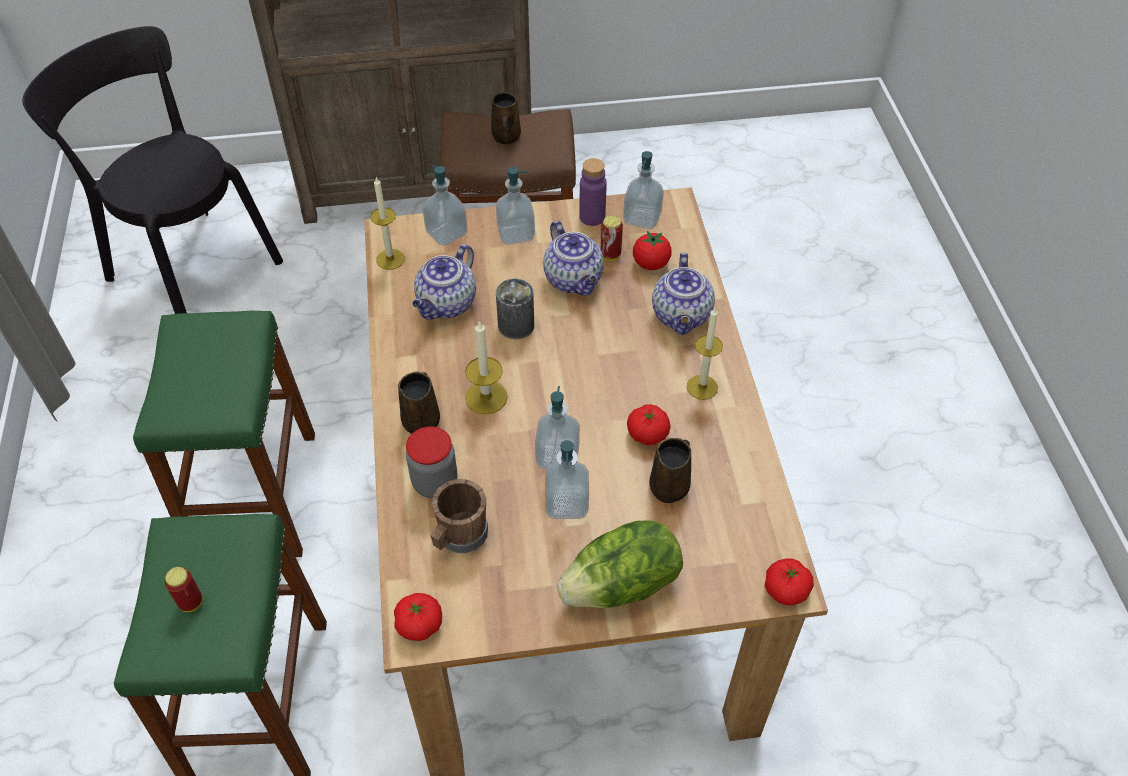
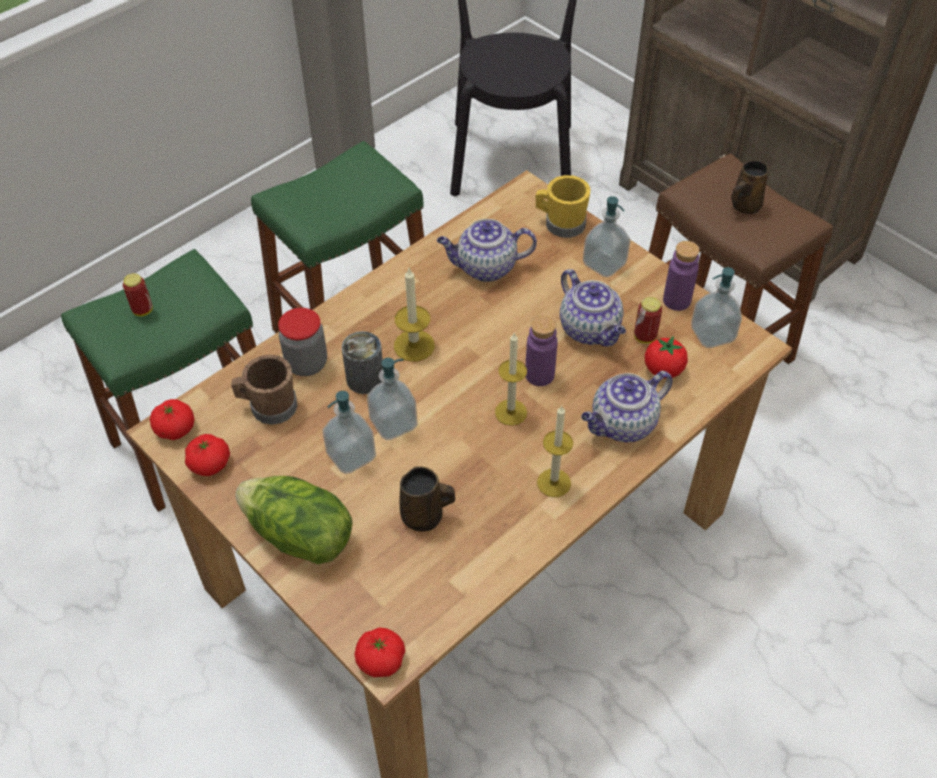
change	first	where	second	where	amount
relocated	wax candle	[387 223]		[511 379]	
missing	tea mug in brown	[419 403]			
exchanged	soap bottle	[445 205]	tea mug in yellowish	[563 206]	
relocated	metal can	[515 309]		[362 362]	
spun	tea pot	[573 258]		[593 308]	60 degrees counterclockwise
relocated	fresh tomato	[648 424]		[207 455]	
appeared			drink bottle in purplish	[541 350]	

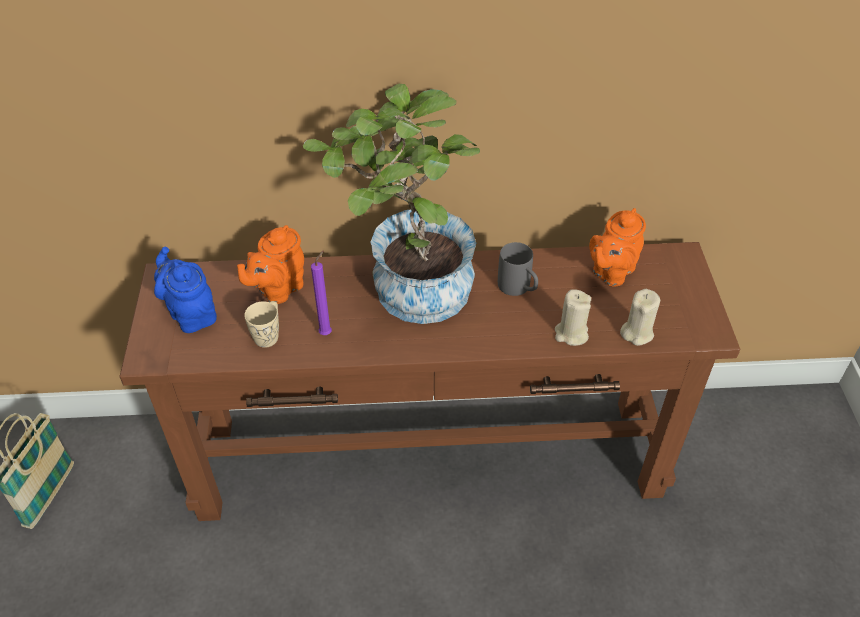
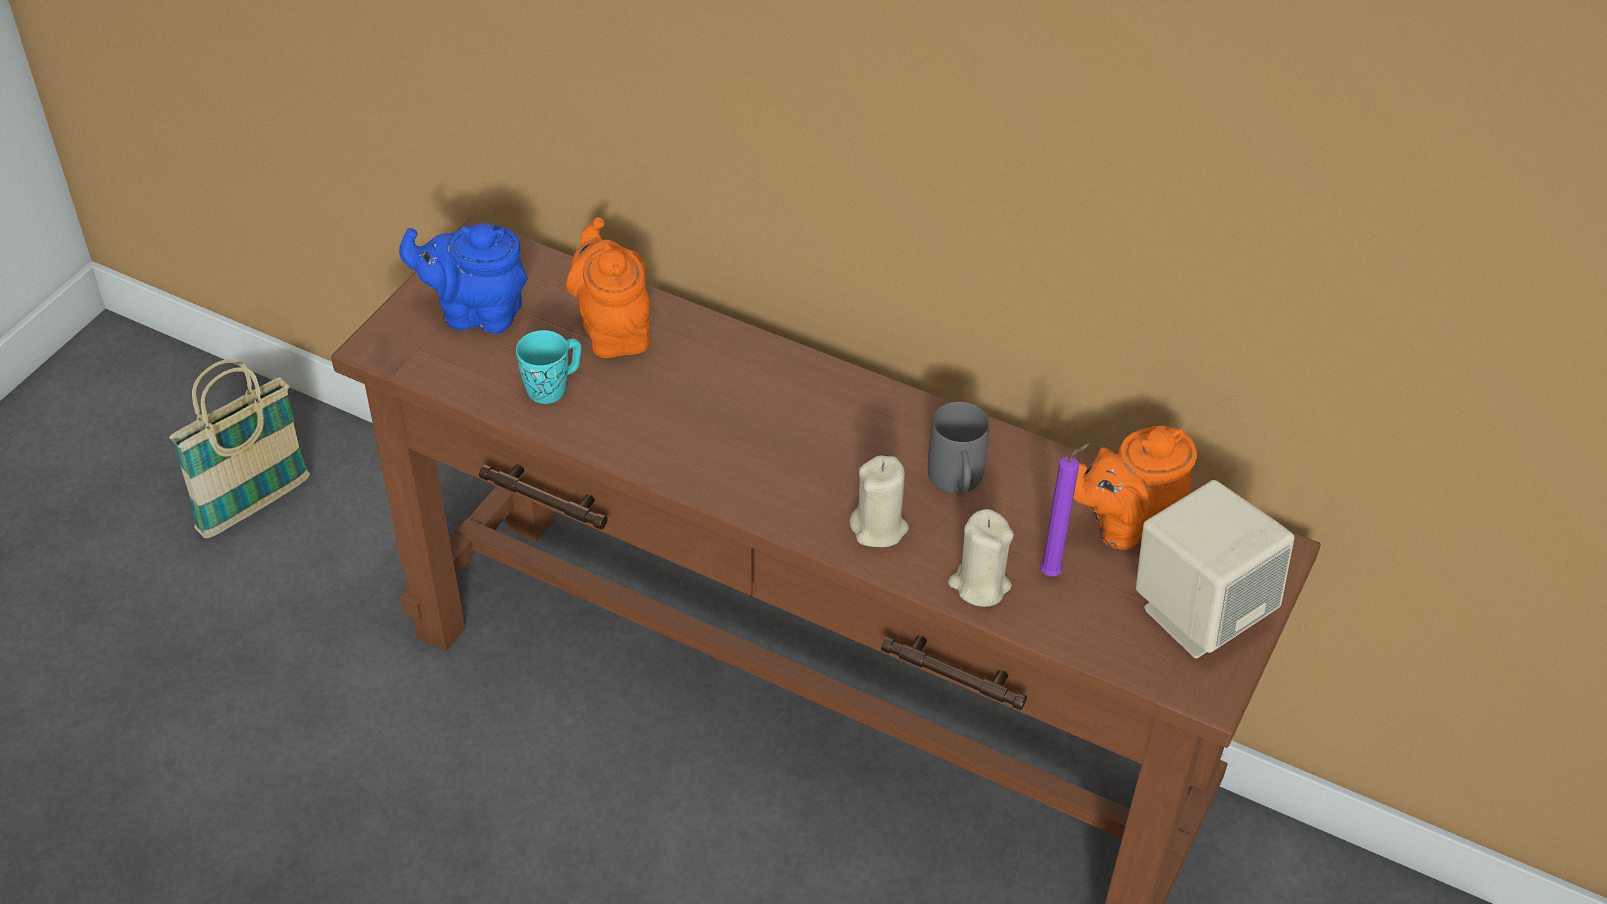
change	first	where	second	where	amount
spun	tea pot in blue-coloured	[185 290]		[463 278]	75 degrees counterclockwise
spun	tea pot in orangey	[270 264]		[608 287]	90 degrees clockwise
colour	tea mug in sand-coloured	[261 324]	tea mug in turquoise-coloured	[549 367]	
missing	plant in a pot	[391 204]			
relocated	wax candle in purplish	[321 293]		[1065 509]	
relocated	wax candle in sand-coloured	[640 317]		[879 501]	
appeared			loudspeaker in sand-coloured	[1215 569]	

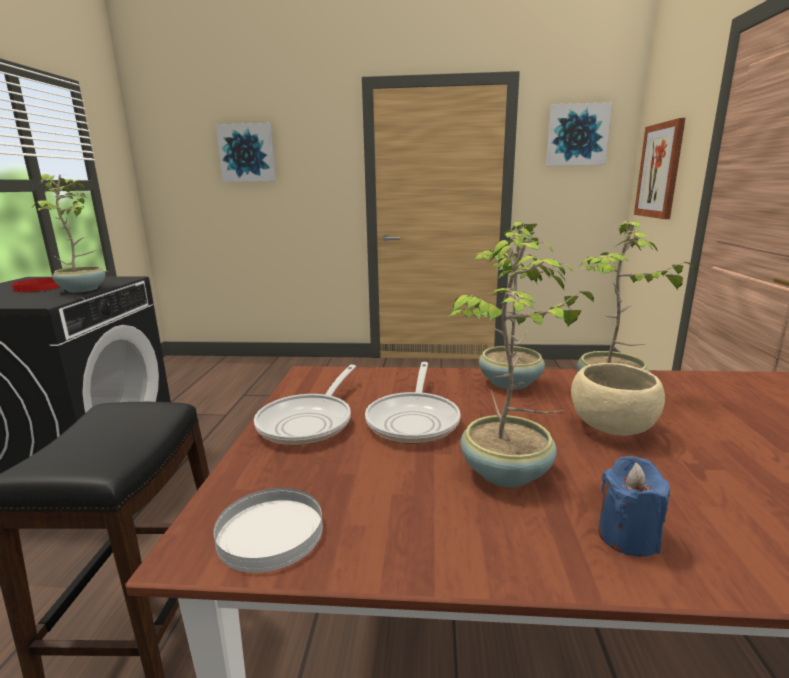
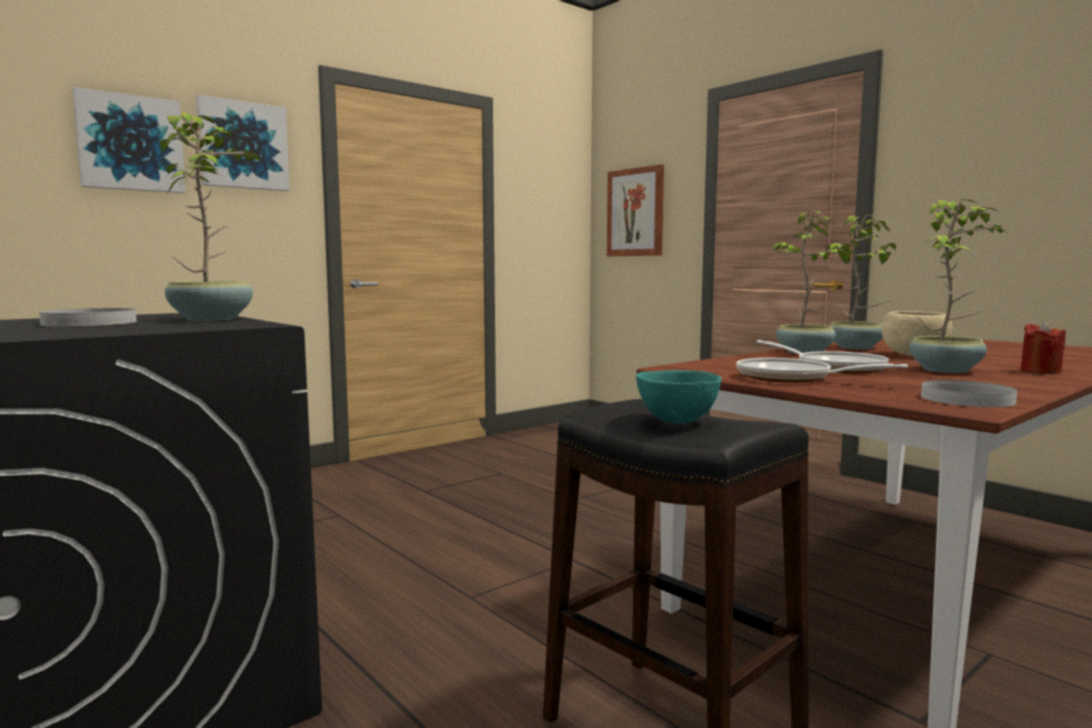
change	first	where	second	where	amount
colour	dinner plate in red	[35 285]	dinner plate in white	[87 317]	
spun	pan	[305 405]		[822 370]	150 degrees clockwise
relocated	wall art	[579 134]		[243 143]	
colour	wax candle in blue-coloured	[634 506]	wax candle in red	[1043 347]	
appeared			bowl in turquoise-coloured	[678 396]	

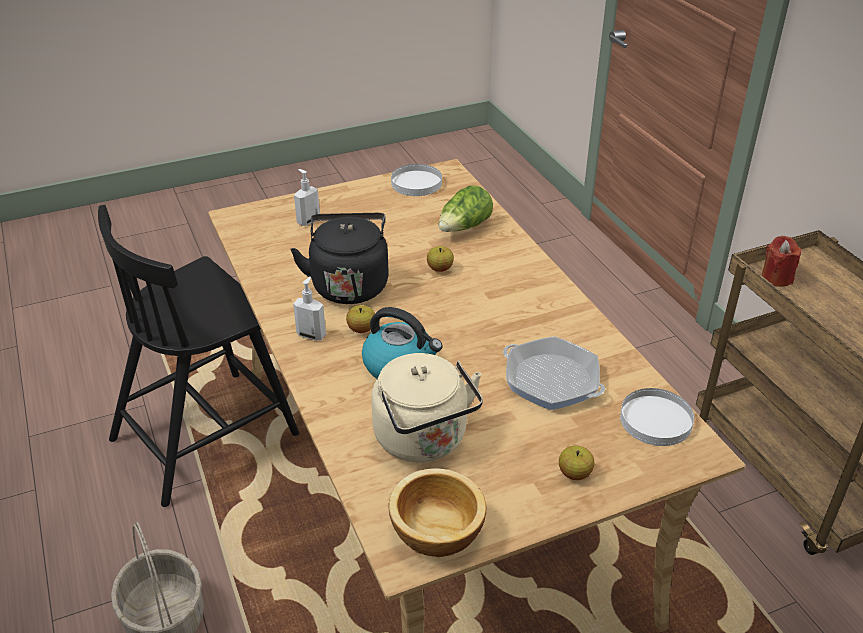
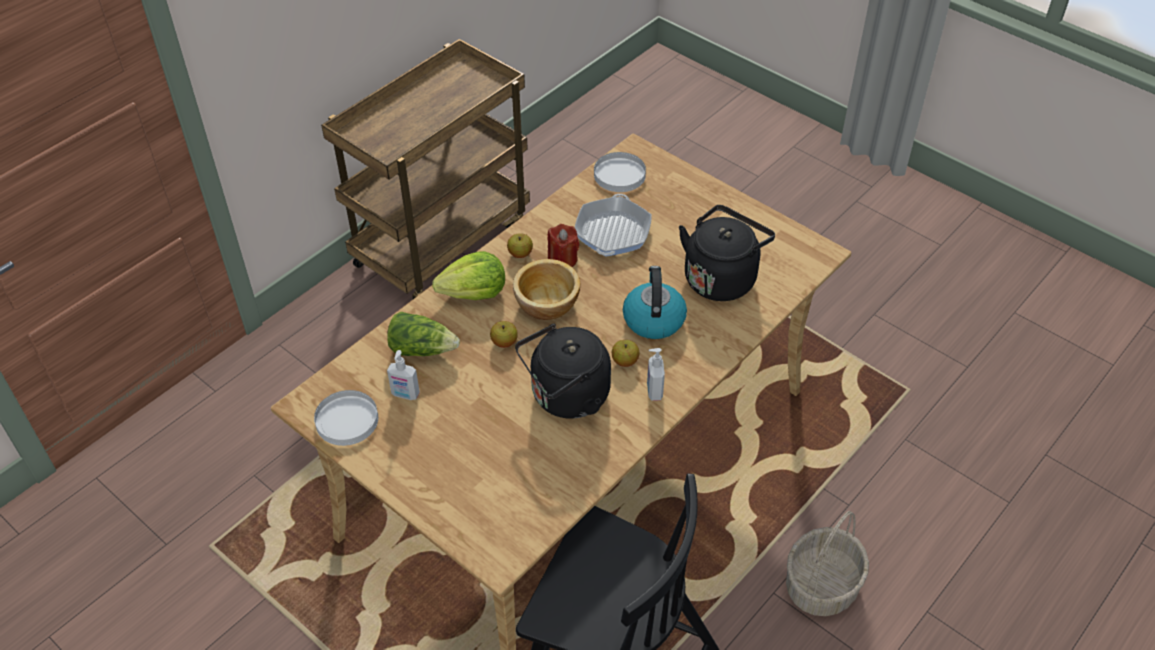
change	first	where	second	where	amount
relocated	soap bottle	[307 197]		[403 375]	
colour	tea kettle in sand-coloured	[427 408]	tea kettle in blackish	[727 253]	
relocated	bowl	[437 512]		[546 289]	
relocated	whole apple	[577 463]		[520 245]	
relocated	wax candle in red	[781 261]		[563 245]	
appeared			head of lettuce	[468 275]	

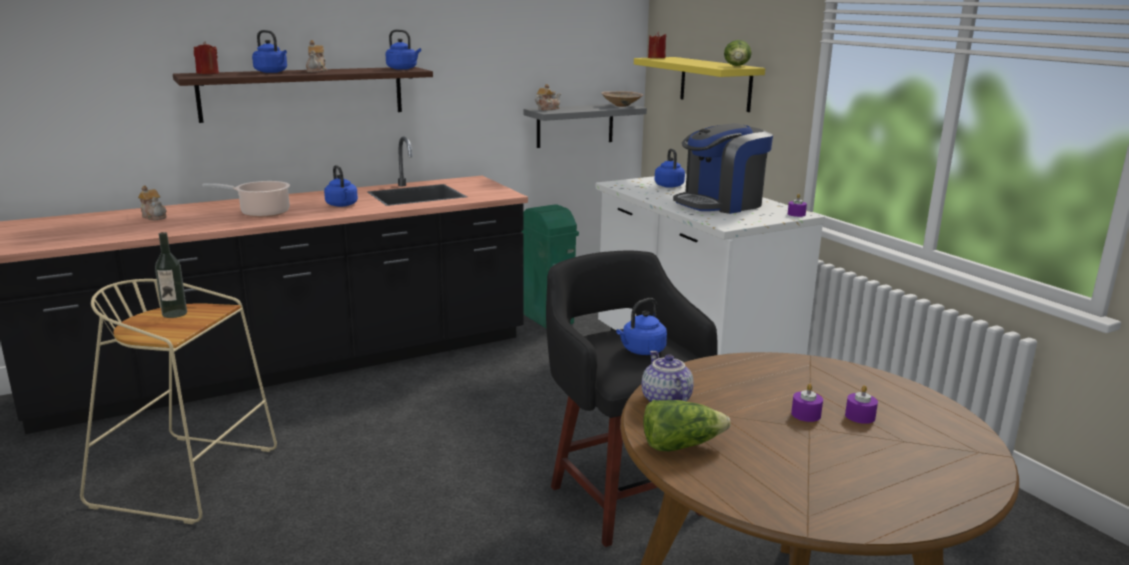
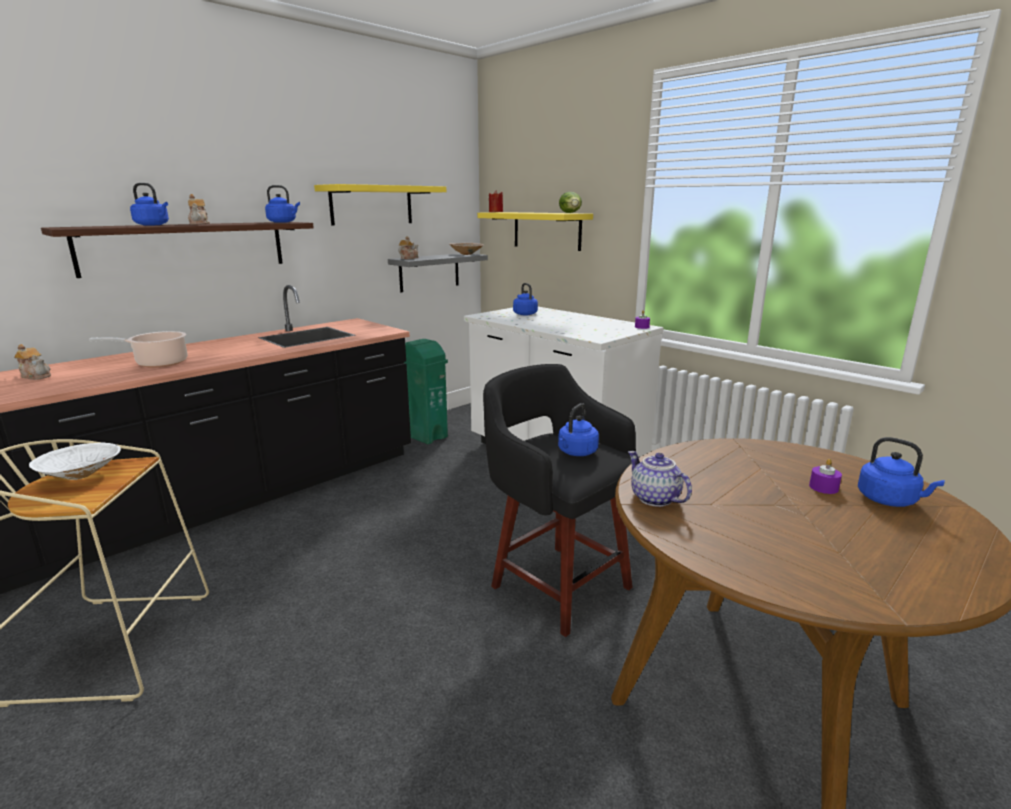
change	first	where	second	where	amount
exchanged	drink bottle	[171 275]	bowl in white	[75 461]	
missing	wax candle in red	[206 57]			
relocated	tea kettle in blue-coloured	[341 186]		[901 472]	
missing	head of lettuce	[687 425]			
missing	coffee maker	[723 168]			
missing	wax candle in purplish	[807 402]			
appeared			bracket shelf in yellowish	[380 205]	

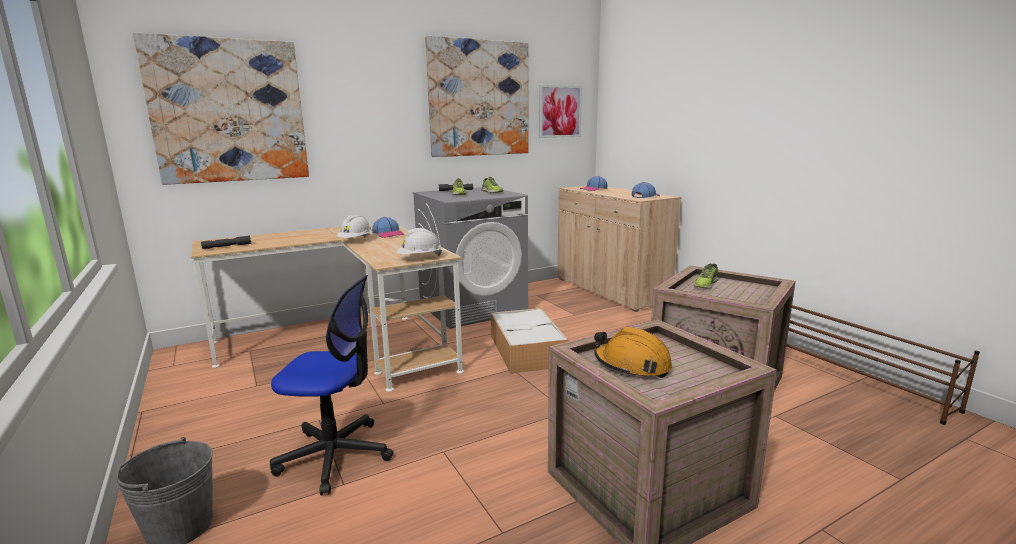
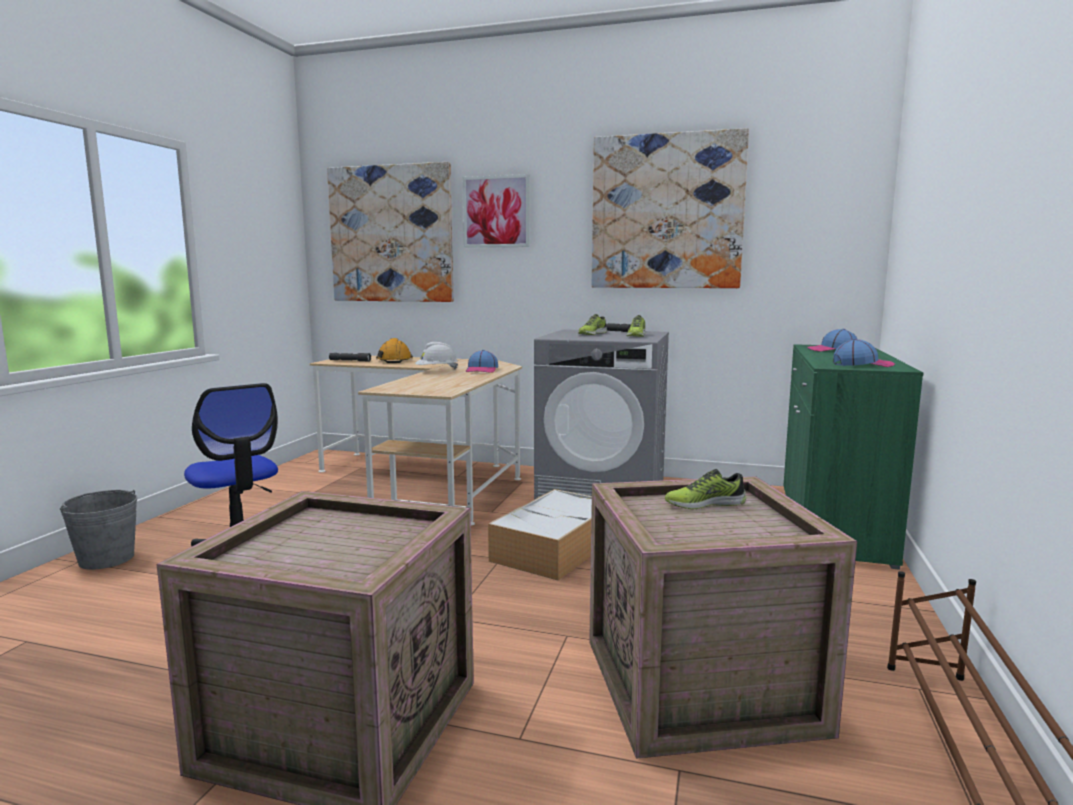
change	first	where	second	where	amount
missing	work helmet in white	[419 242]			
relocated	wall art	[560 111]		[496 211]	
colour	cabinet in sand-coloured	[620 248]	cabinet in greenish	[853 457]	
relocated	work helmet in orangey	[633 352]		[394 350]	

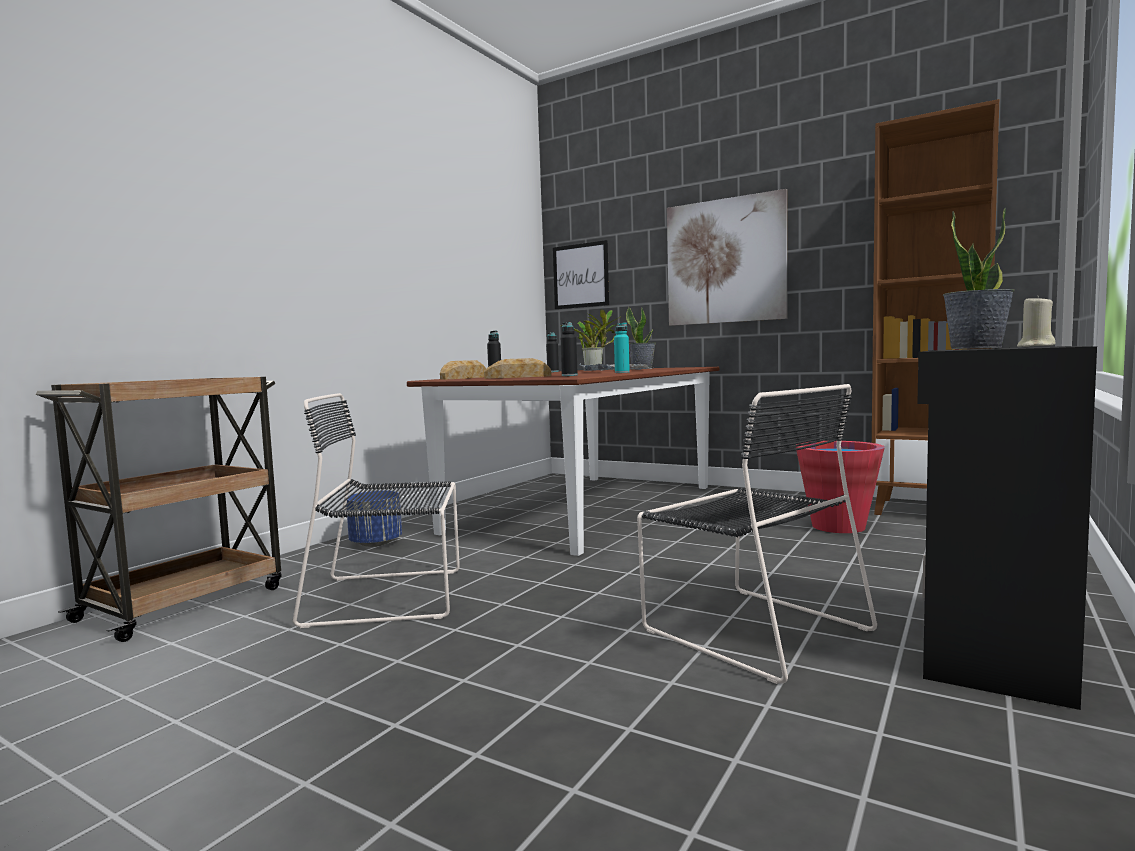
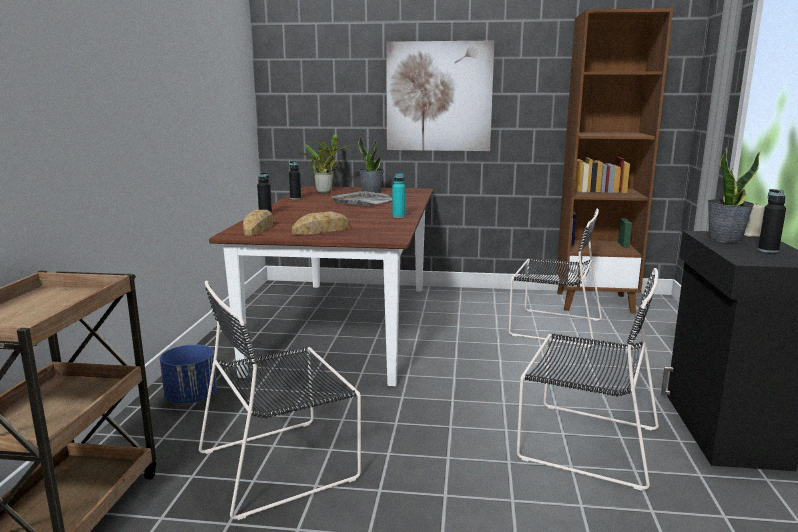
change	first	where	second	where	amount
missing	wall art	[581 274]			
relocated	drink bottle in blackish	[569 349]		[772 221]	
exchanged	bucket in red	[840 487]	plain chair in blackish	[555 278]	

